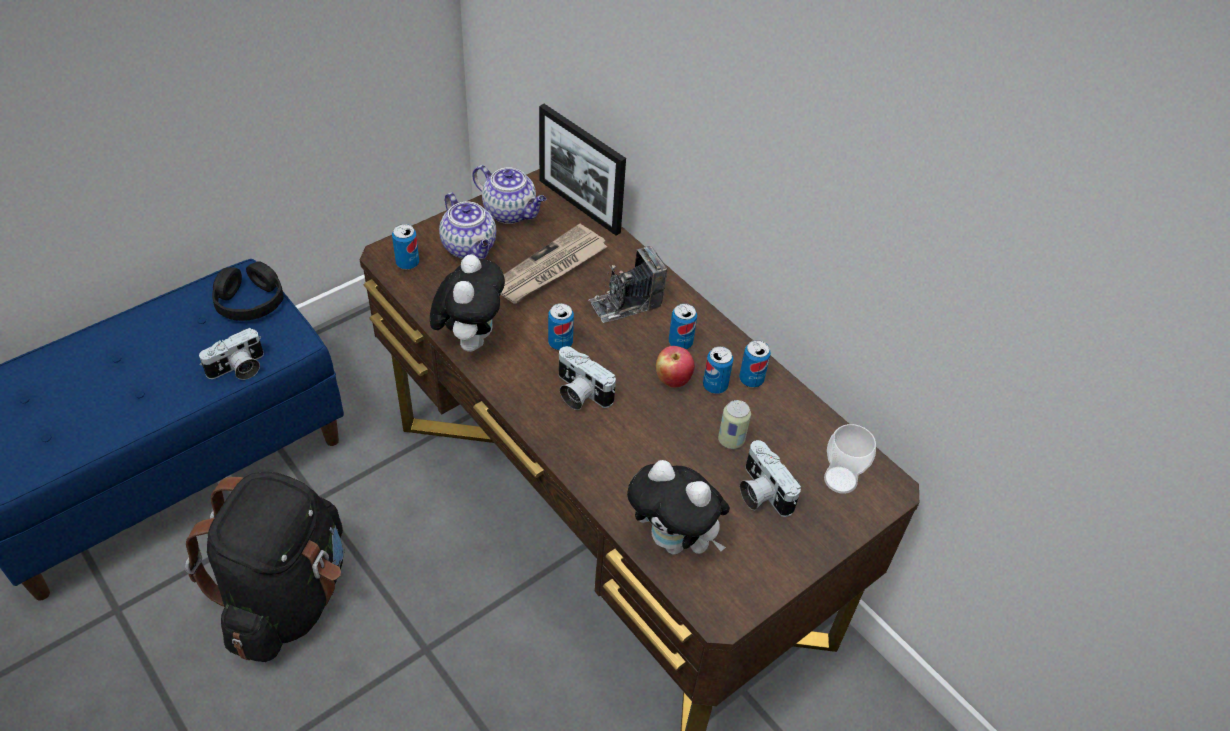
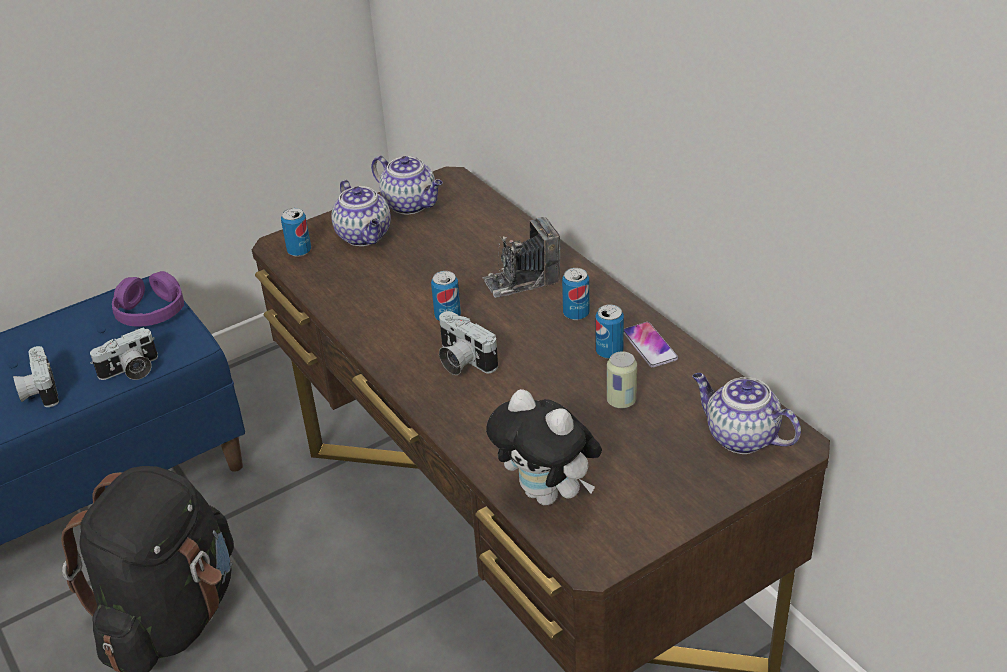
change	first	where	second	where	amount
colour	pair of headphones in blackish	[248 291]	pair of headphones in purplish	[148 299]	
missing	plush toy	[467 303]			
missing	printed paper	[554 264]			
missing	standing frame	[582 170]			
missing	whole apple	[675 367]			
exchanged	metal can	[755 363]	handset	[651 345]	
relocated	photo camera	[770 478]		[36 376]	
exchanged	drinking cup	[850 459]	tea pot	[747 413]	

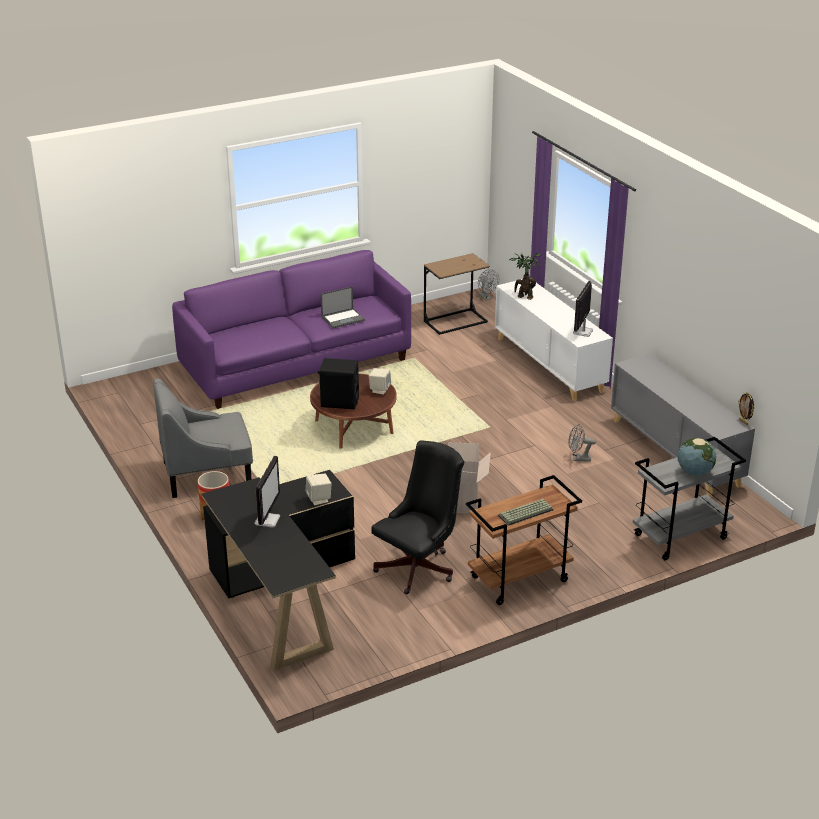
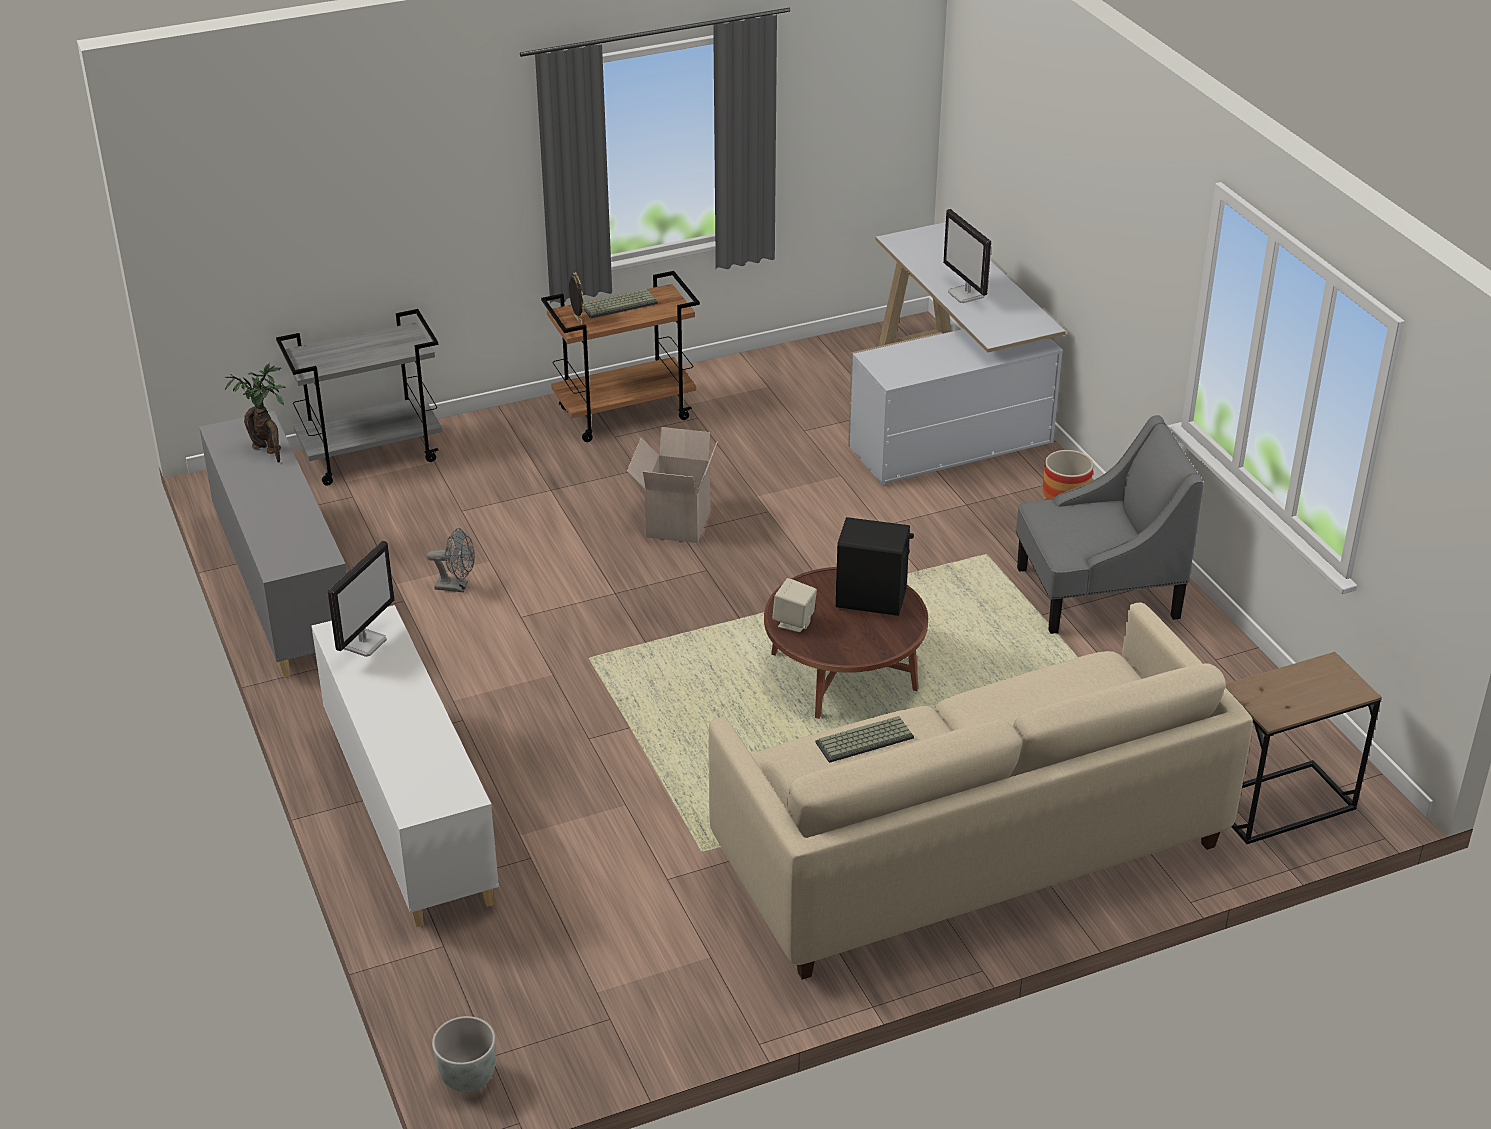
change	first	where	second	where	amount
colour	settee in purplish	[291 329]	settee in sand-coloured	[981 791]	
colour	desk table in blackish	[278 570]	desk table in white	[957 353]	
spun	computer display	[268 492]		[967 256]	45 degrees counterclockwise
missing	loudspeaker in sand-coloured	[318 489]			
exchanged	portable computer	[343 307]	computer keyboard	[864 739]	
missing	office chair in blackish	[417 517]			
relocated	end table in brown	[457 294]		[1303 748]	
exchanged	fan in grey	[488 284]	flower pot in grey	[464 1054]	
relocated	plant in a pot	[525 276]		[255 412]	
missing	world globe	[697 457]			
relocated	standing frame	[746 408]		[576 299]	

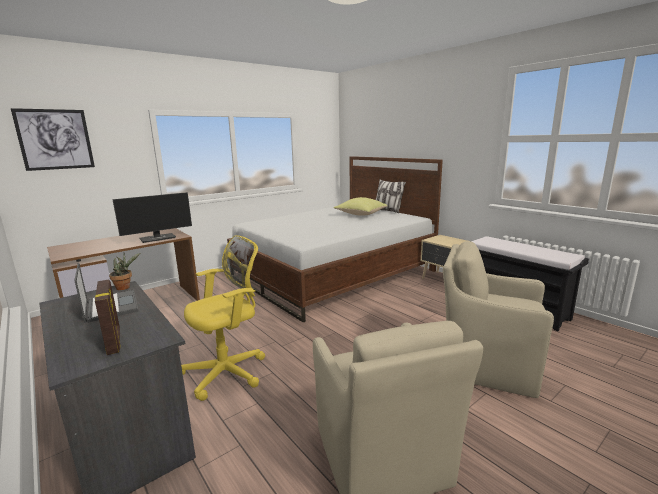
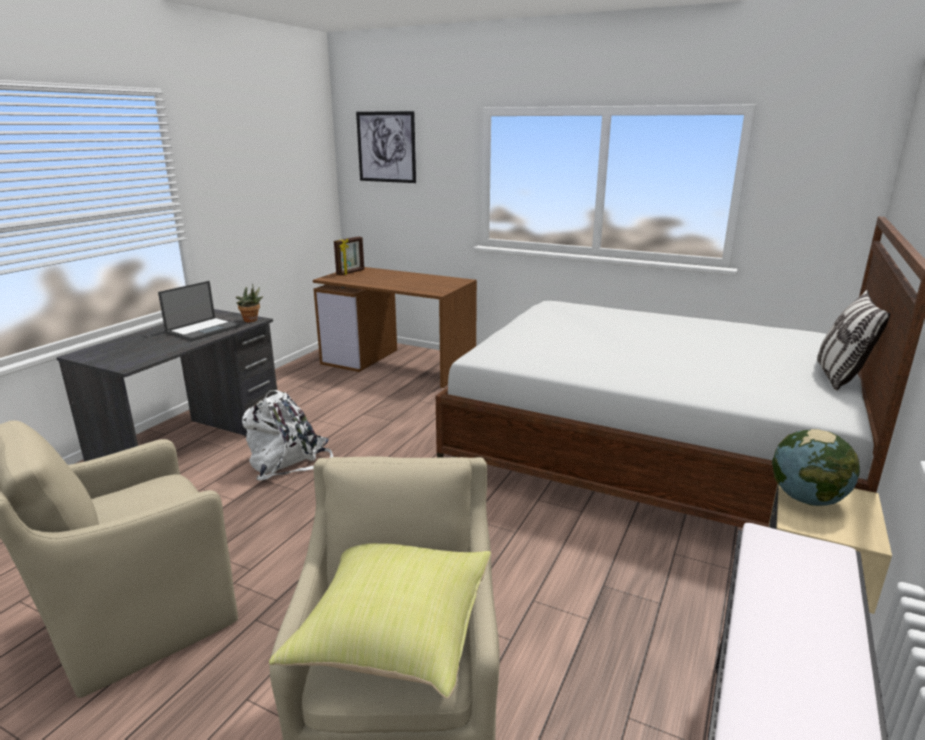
change	first	where	second	where	amount
relocated	standing frame	[107 317]		[349 255]	
missing	computer display	[152 217]			
exchanged	office chair in yellowish	[223 318]	rucksack in white	[287 435]	
relocated	throw pillow in yellowish	[361 206]		[380 620]	
appeared			world globe	[816 467]	

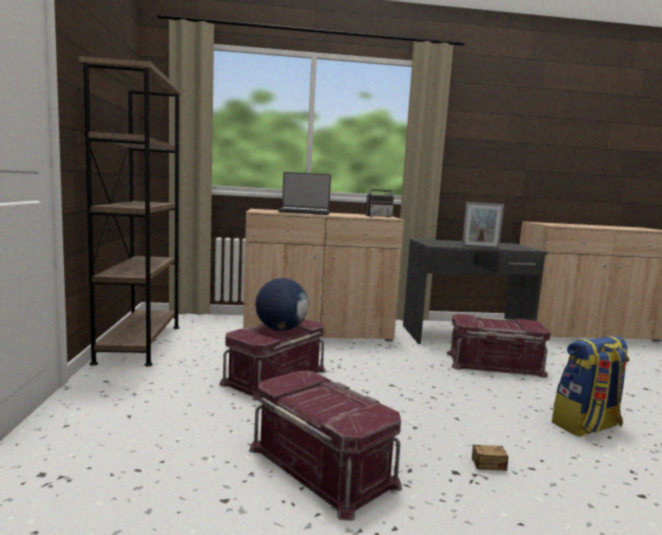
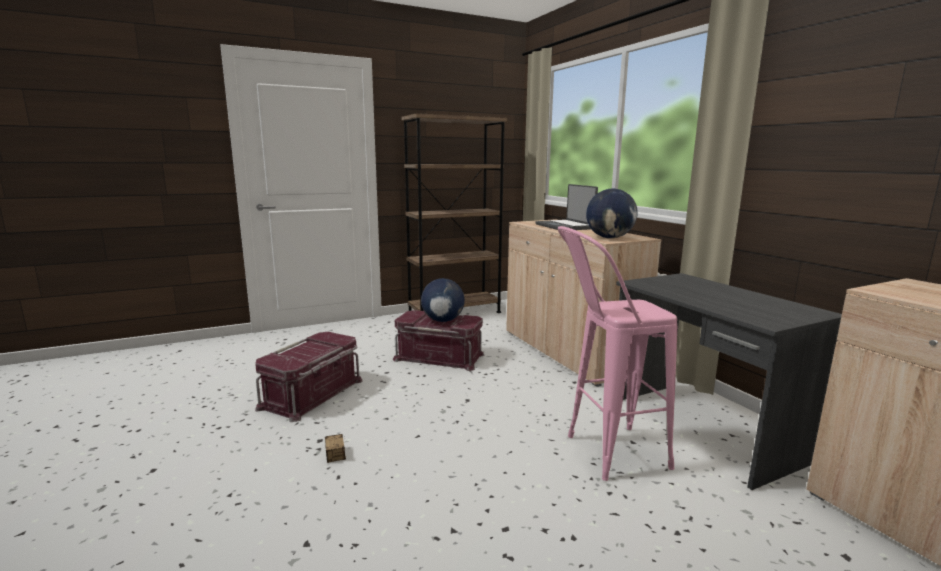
change	first	where	second	where	amount
exchanged	radio receiver	[380 200]	world globe	[612 213]	
exchanged	storage container in red	[499 346]	stool in pink-coloured	[617 353]	
missing	standing frame	[483 225]			
missing	rucksack	[591 386]			

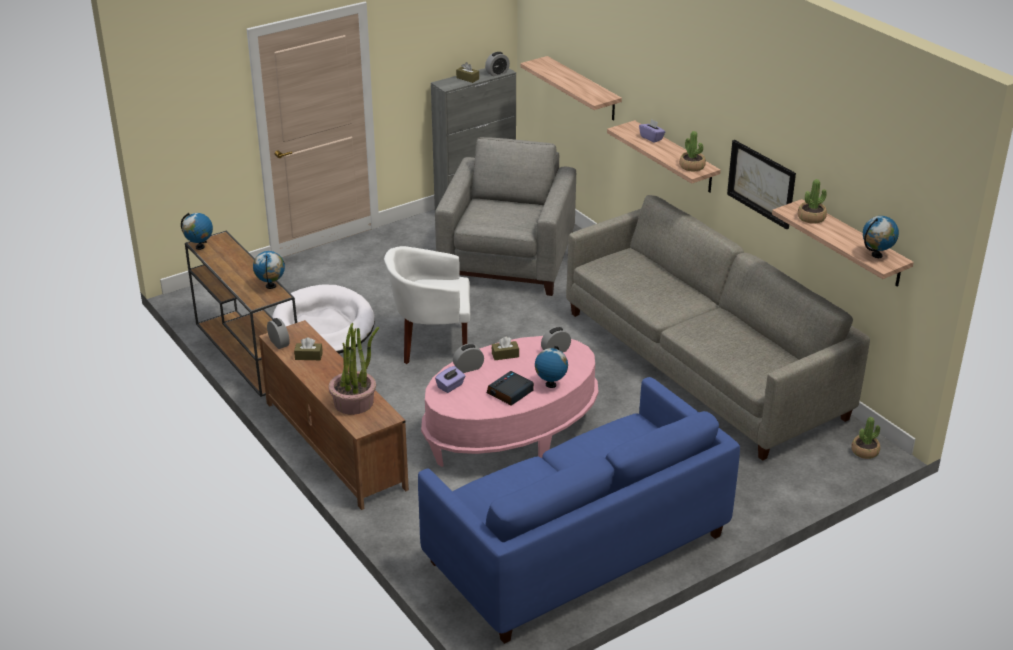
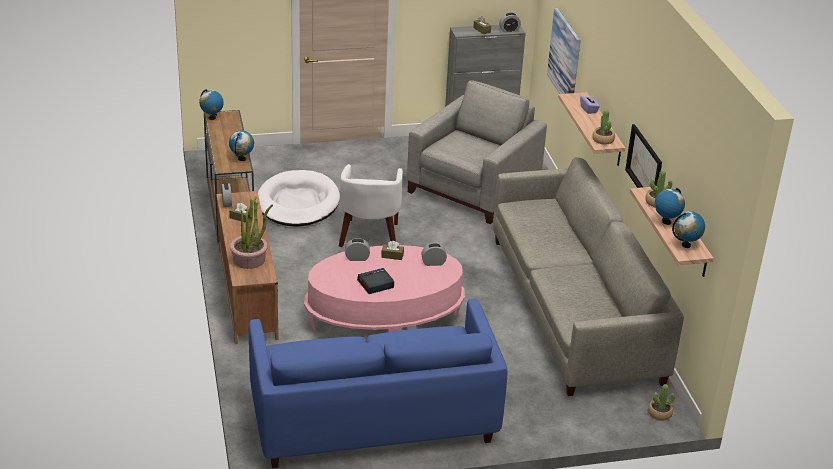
change	first	where	second	where	amount
spun	easy chair in white	[427 305]		[371 205]	105 degrees counterclockwise
missing	tissue box in purplish	[450 379]			
exchanged	bracket shelf	[571 88]	wall art	[564 51]	
relocated	world globe	[551 367]		[670 206]	

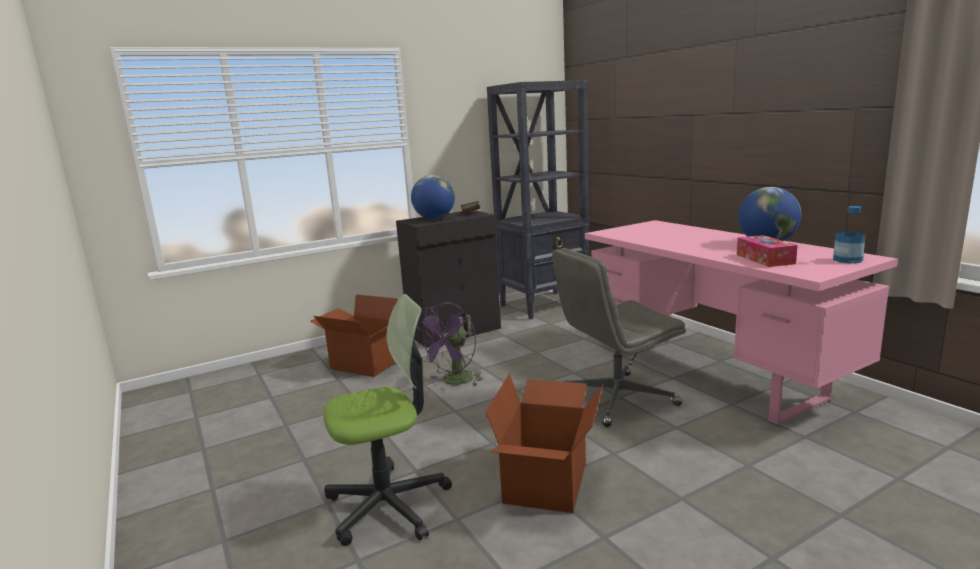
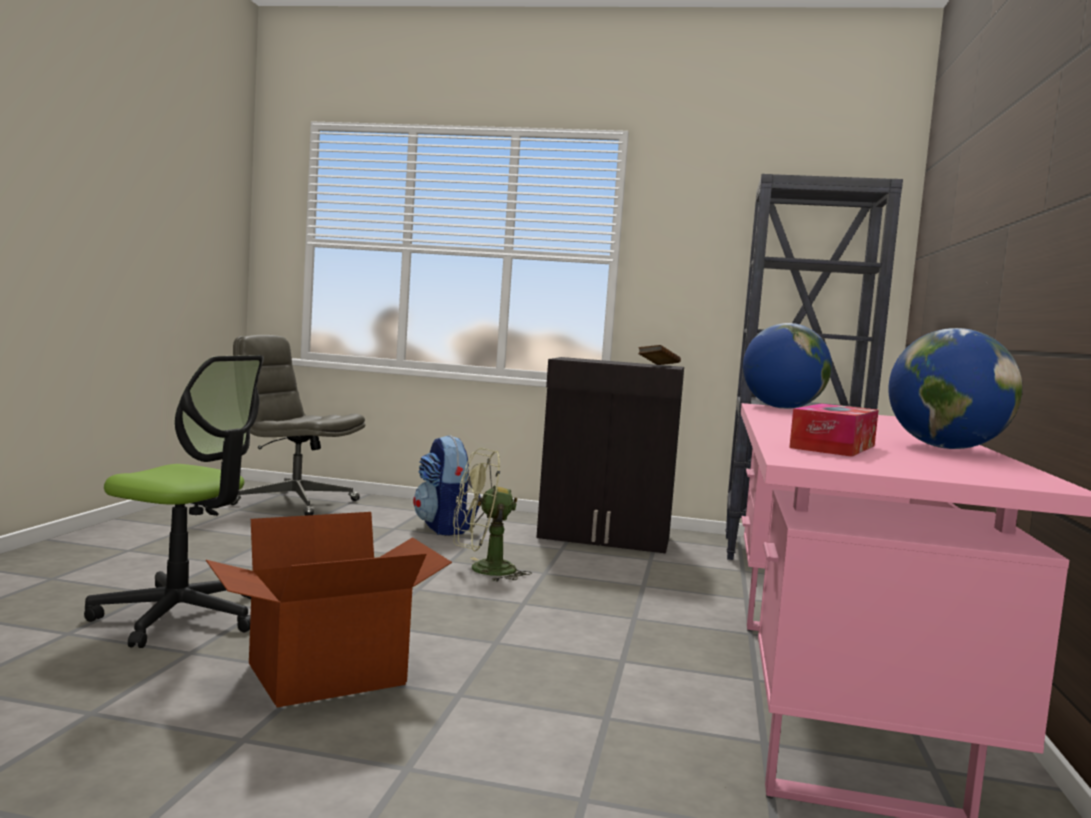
change	first	where	second	where	amount
exchanged	carton	[354 335]	rucksack	[447 486]	
relocated	world globe	[433 197]		[787 366]	
colour	fan in purplish	[449 344]	fan in greenish	[492 515]	
relocated	office chair in grey	[619 337]		[298 425]	
missing	drink bottle	[849 234]			

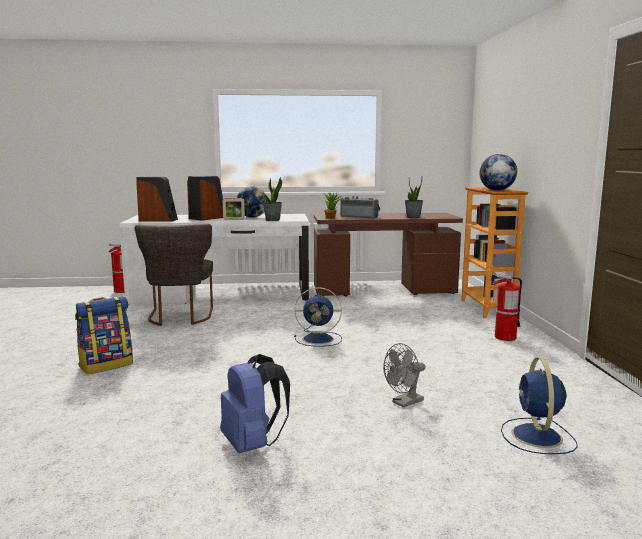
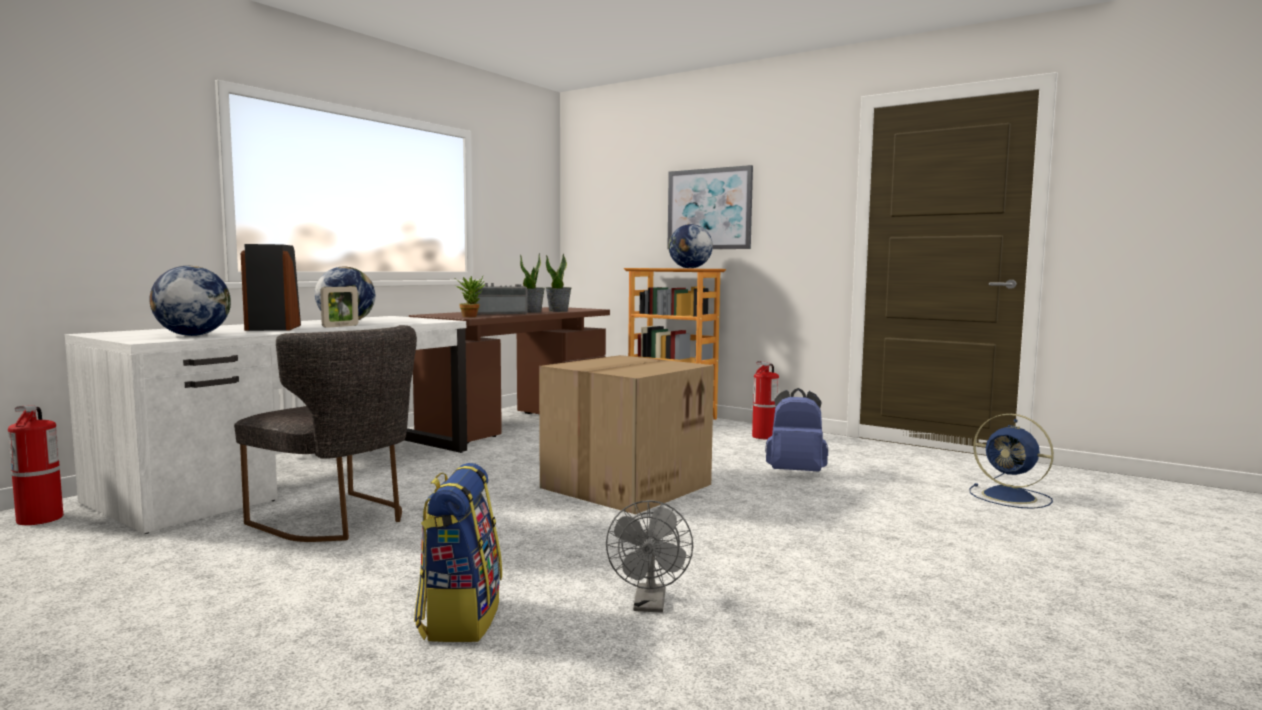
change	first	where	second	where	amount
exchanged	loudspeaker	[157 199]	world globe	[190 301]	
relocated	rucksack in blue-coloured	[255 403]		[796 430]	
relocated	plant in a pot	[272 199]		[532 283]	
exchanged	fan in blue-coloured	[318 317]	carton	[626 434]	
relocated	fan in grey	[404 375]		[649 556]	
appeared			wall art	[710 207]	

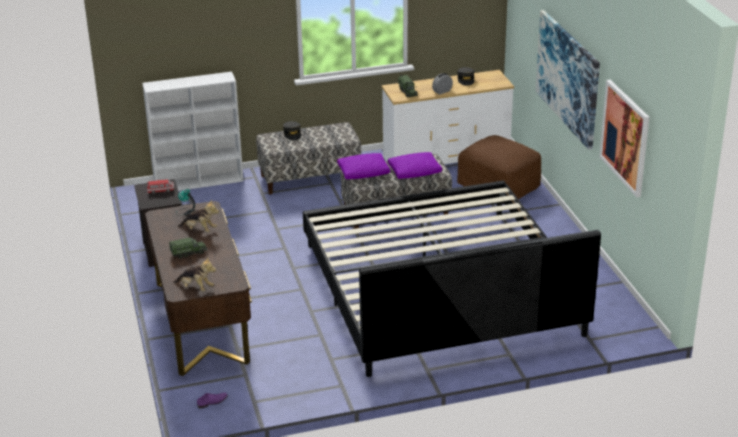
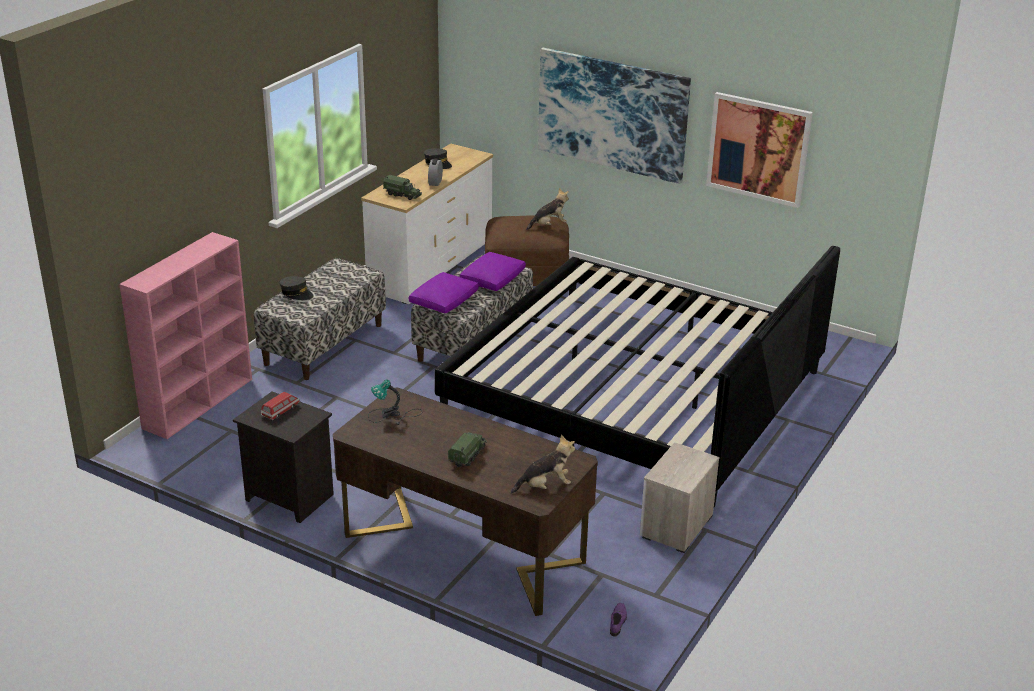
change	first	where	second	where	amount
colour	shelving unit in white	[193 131]	shelving unit in pink-coloured	[185 335]	
relocated	plush toy	[198 216]		[547 209]	
appeared			nightstand	[680 497]	

